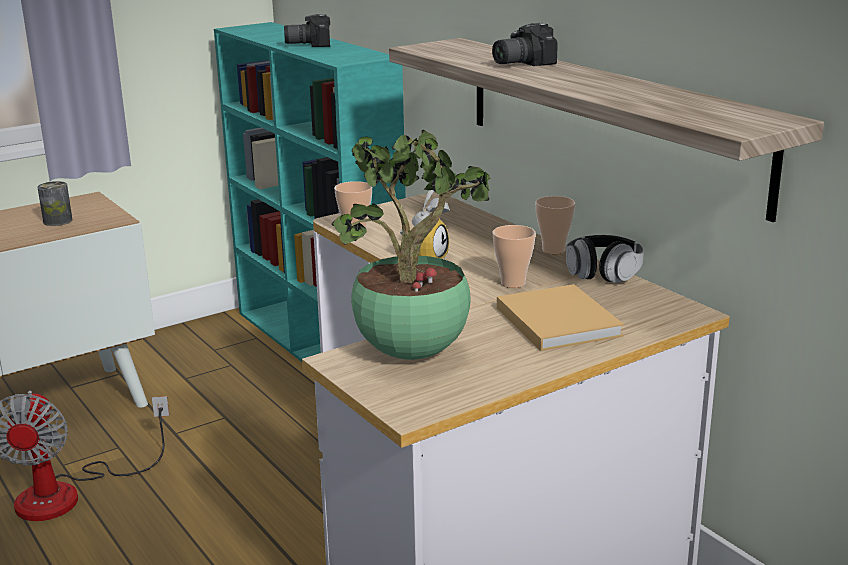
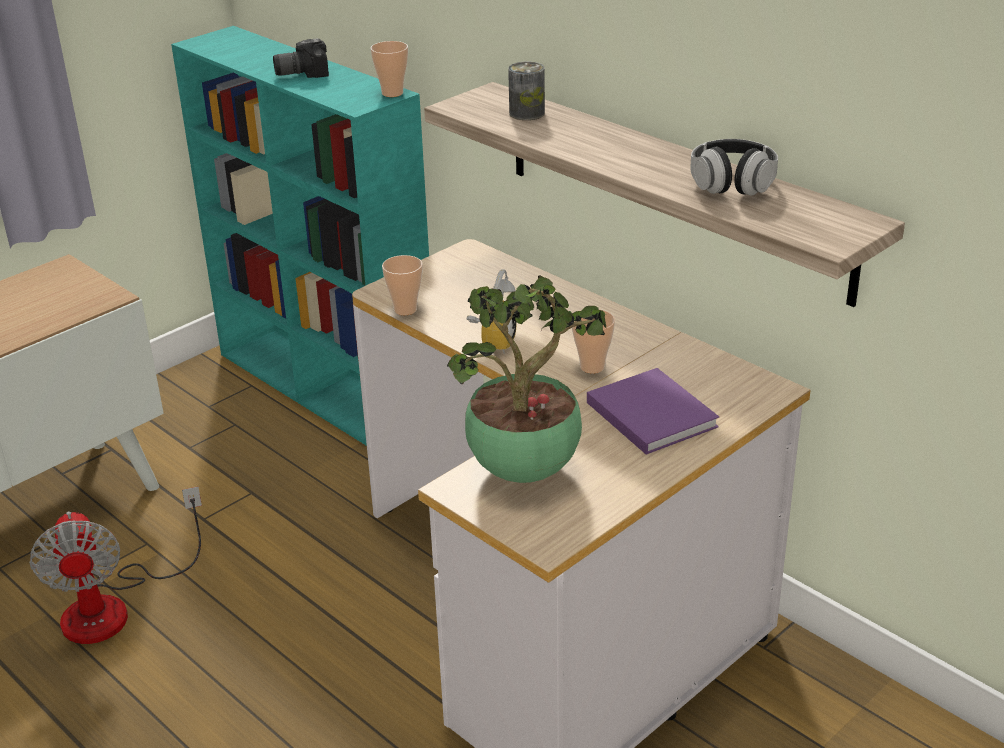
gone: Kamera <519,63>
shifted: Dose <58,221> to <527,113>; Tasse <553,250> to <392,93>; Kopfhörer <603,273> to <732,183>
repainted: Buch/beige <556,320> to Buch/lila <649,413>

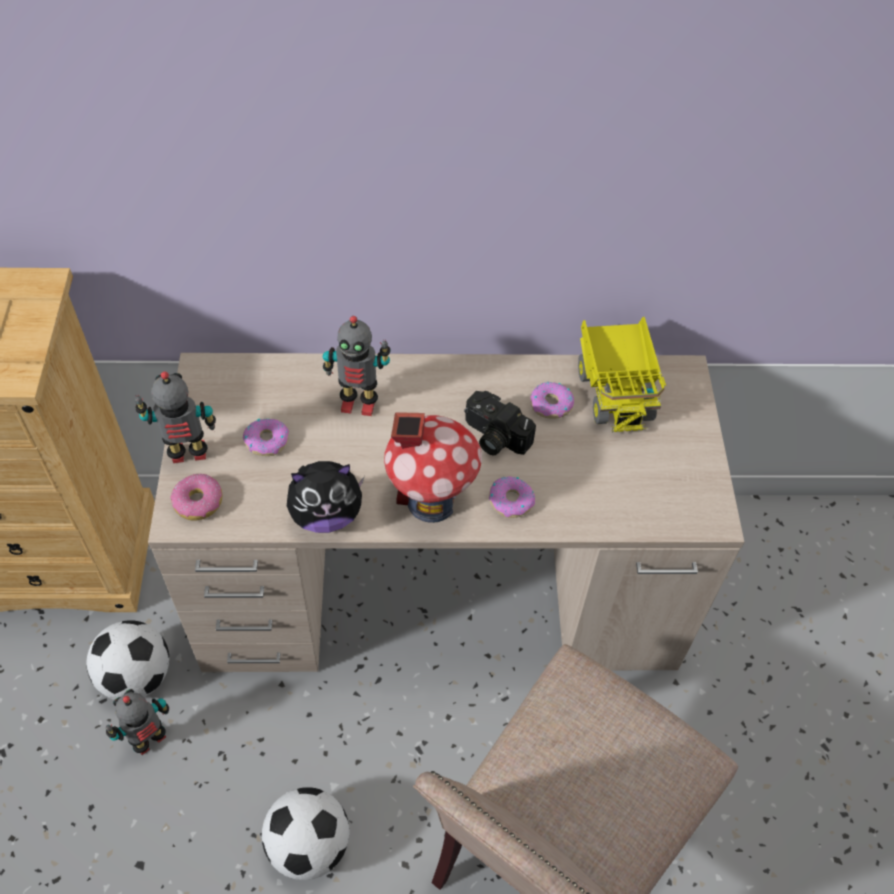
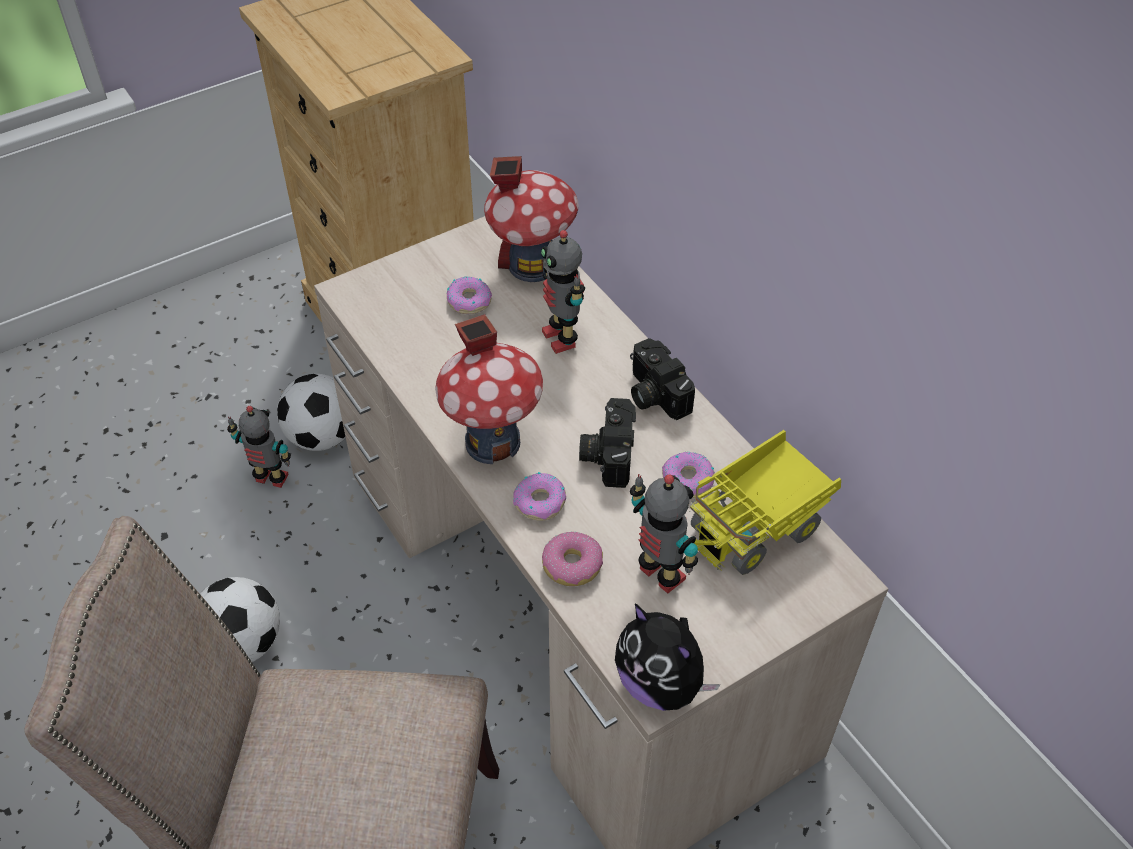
new: Spielzeughaus <532,265>; Kamera <653,394>
shifted: Spielzeugroboter <189,455> to <659,576>; Donut <198,502> to <572,565>; Plüschtier <326,515> to <661,683>

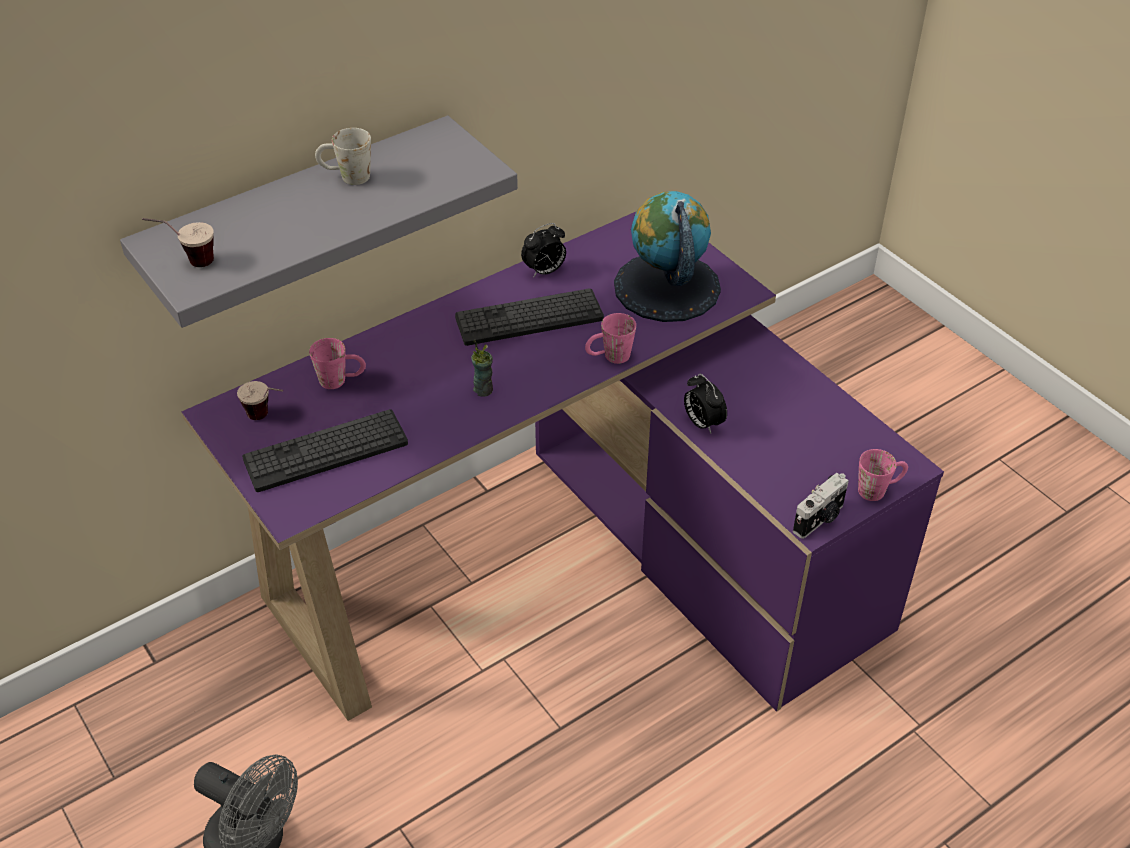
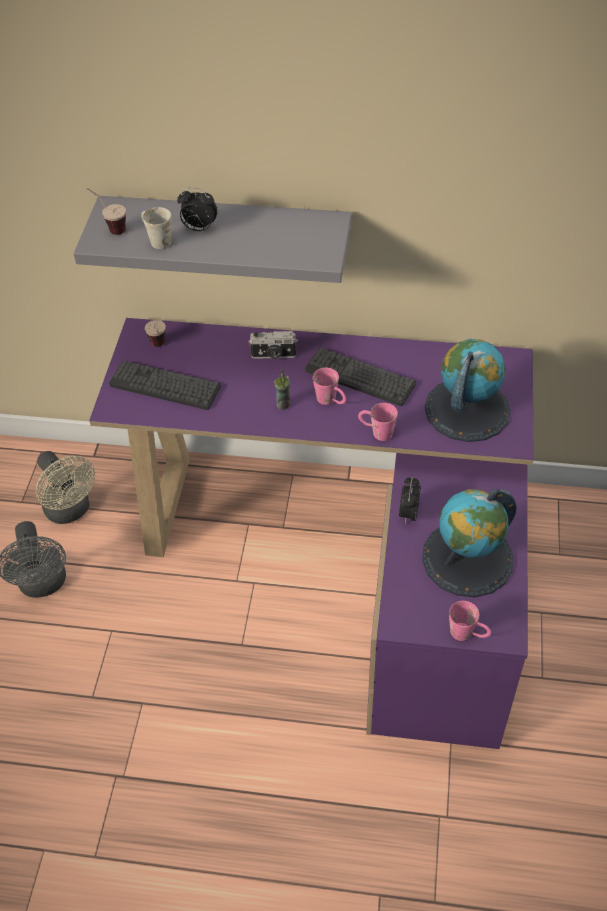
new: Ventilator/beige <71,511>; Globus <467,558>
shifted: Henkelbecher/rosa <341,380> to <331,401>; Henkelbecher/weiß <346,177> to <156,240>; Wecker <544,271> to <199,229>; Kamera <820,519> to <273,355>

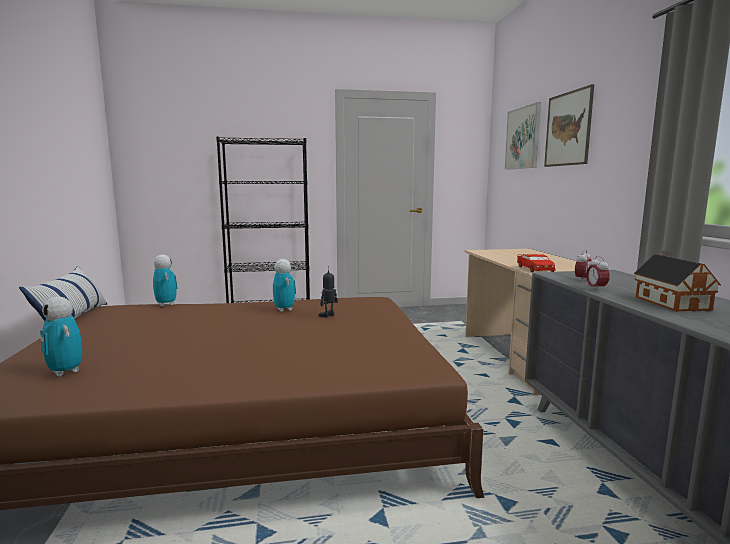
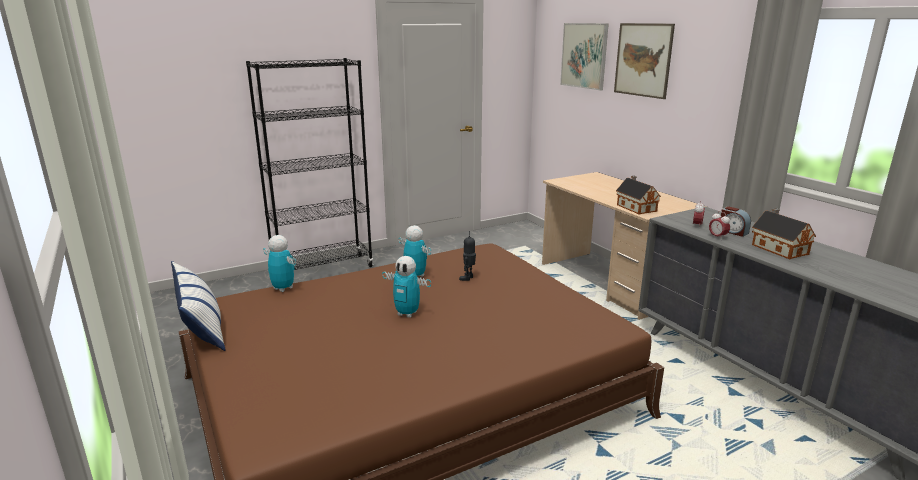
new: Wecker <732,231>
shifted: Spielzeugroboter <66,371> to <407,313>
swapped: Spielzeugauto/rot <535,269> to Spielzeughaus <635,207>

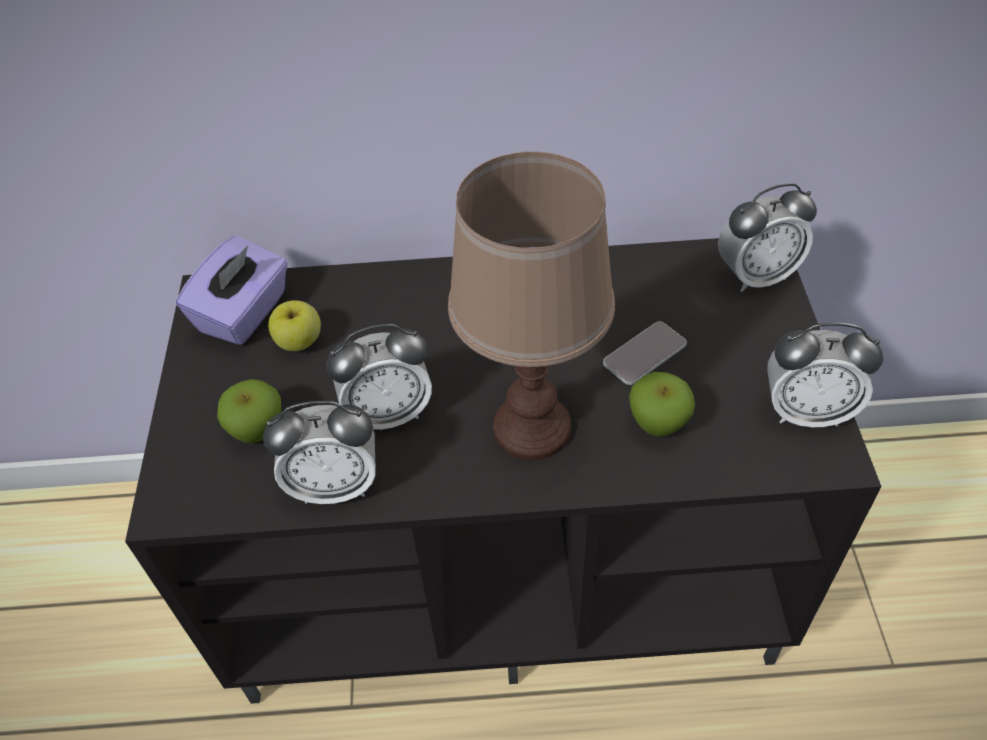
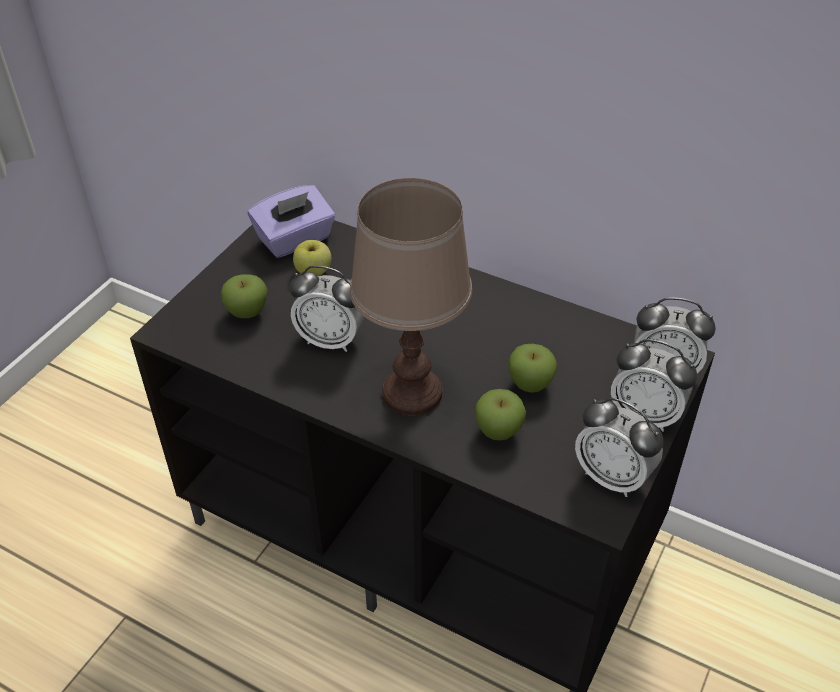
shifted: Wecker <335,486> to <645,415>
swapped: Handy <644,354> to Apfel <530,384>

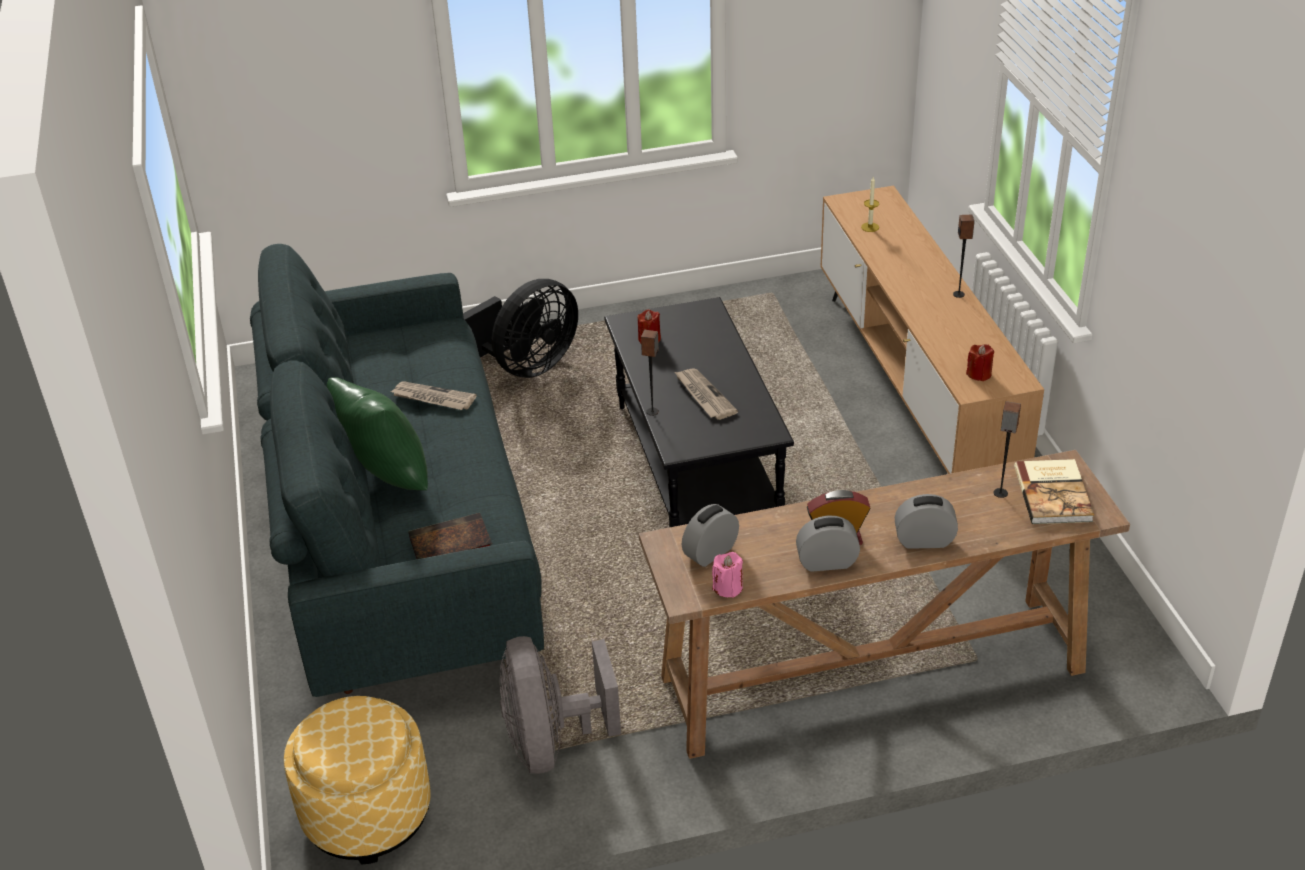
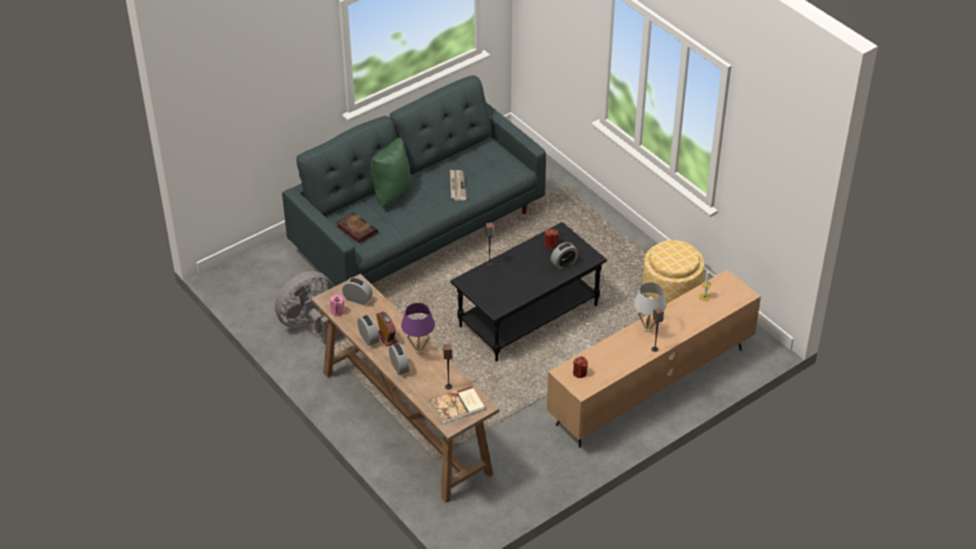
gone: Ventilator/schwarz <527,366>; Zeitung <704,396>
new: Tischlampe/lila <419,351>; Wecker <564,263>; Tischlampe/weiß <647,329>
shifted: Polsterhocker <366,813> to <670,293>

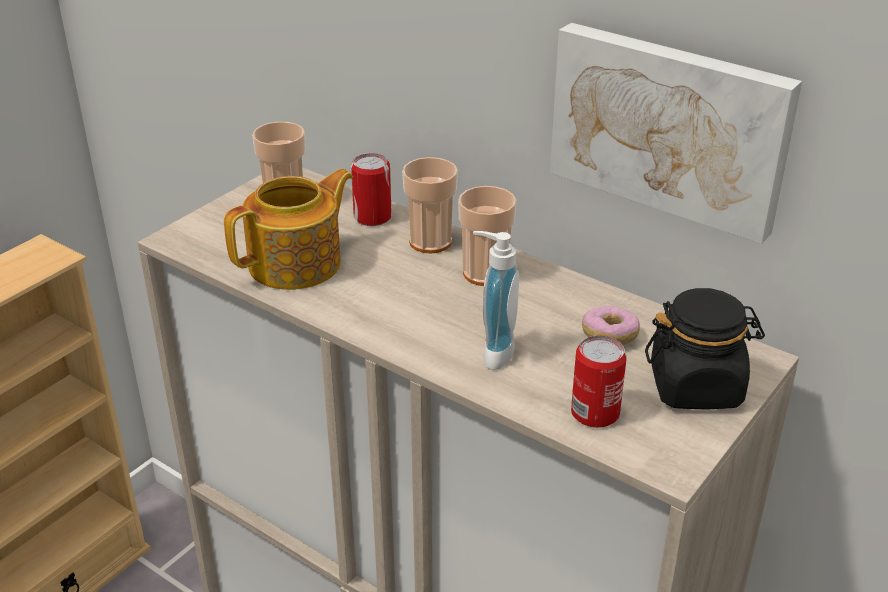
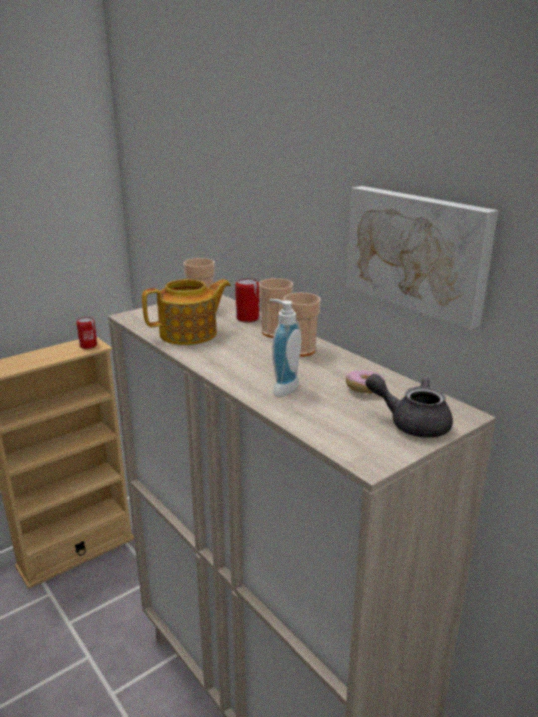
shifted: Dose <595,413> to <88,346>
swapped: Vorratsglas/schwarz <696,387> to Teekanne/grau <411,423>

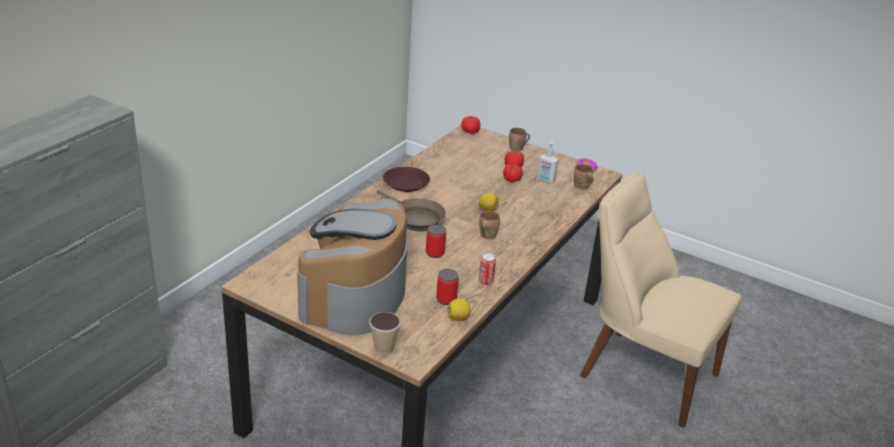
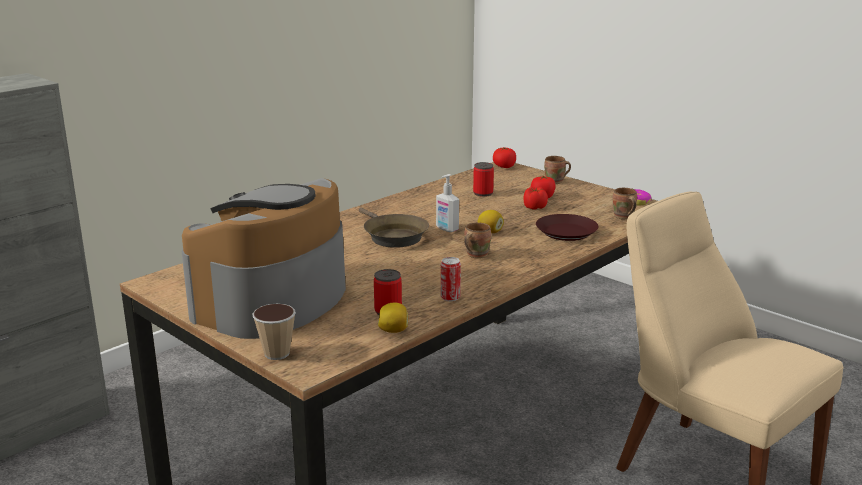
shifted: Teller/braun <406,183> to <567,232>; Dose <435,253> to <483,193>; Seifenspender <545,180> to <446,229>

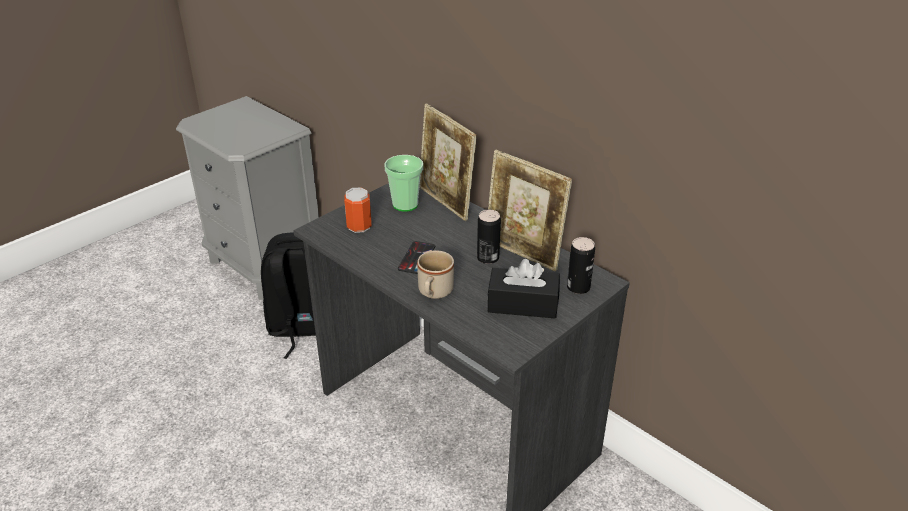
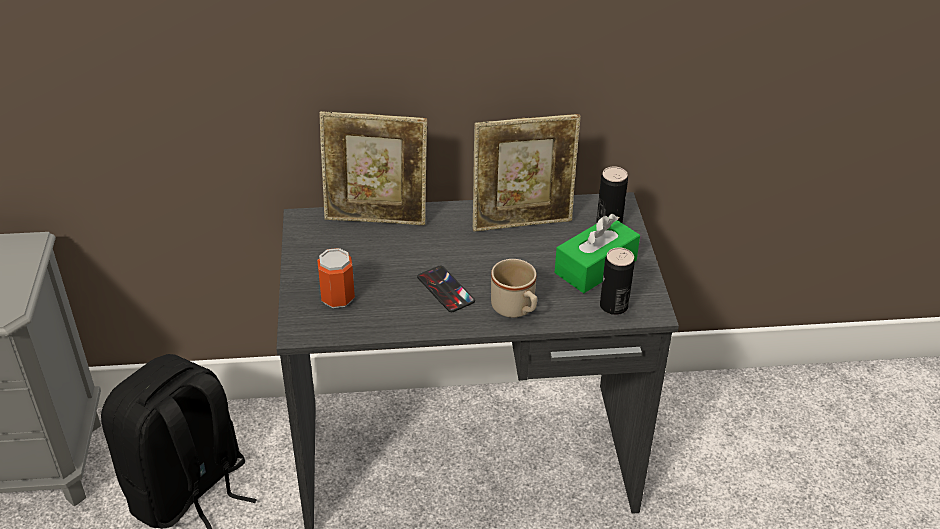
gone: Tasse <405,204>
shifted: Dose <488,258> to <613,306>
repainted: Taschentuchbox/schwarz <522,304> to Taschentuchbox/grün <595,266>

